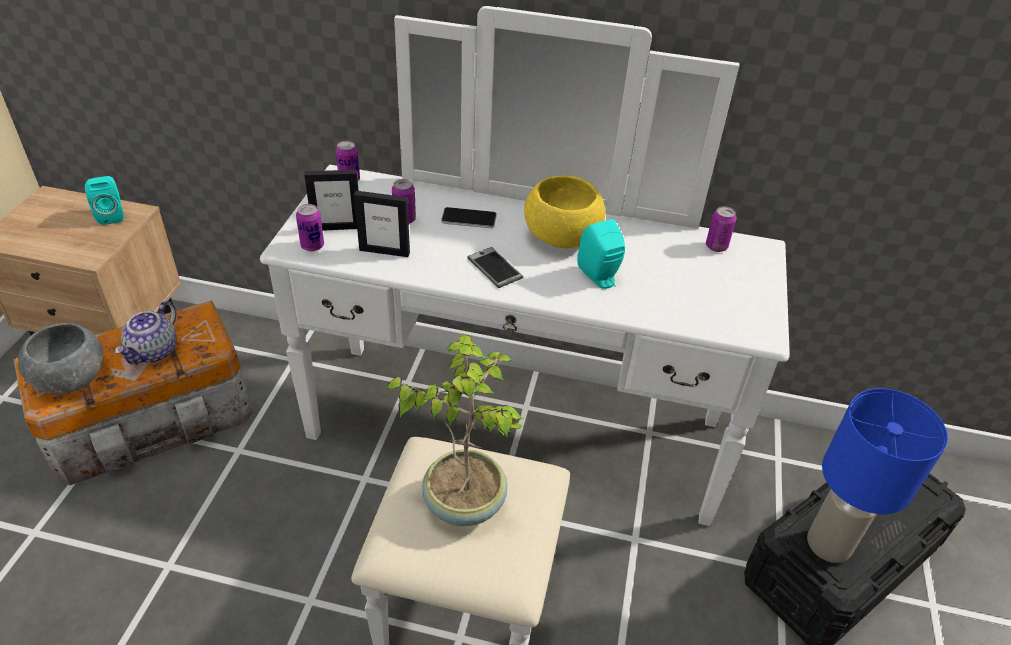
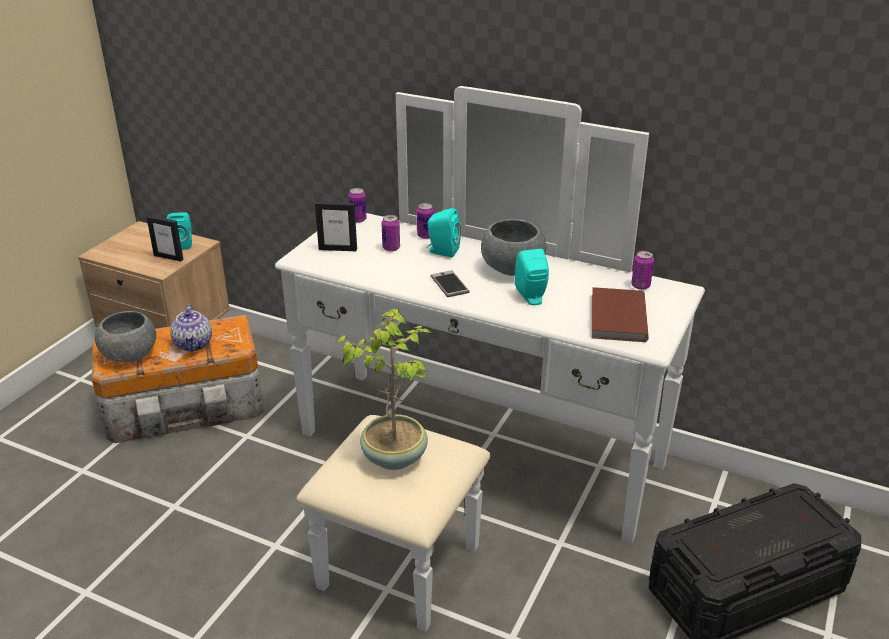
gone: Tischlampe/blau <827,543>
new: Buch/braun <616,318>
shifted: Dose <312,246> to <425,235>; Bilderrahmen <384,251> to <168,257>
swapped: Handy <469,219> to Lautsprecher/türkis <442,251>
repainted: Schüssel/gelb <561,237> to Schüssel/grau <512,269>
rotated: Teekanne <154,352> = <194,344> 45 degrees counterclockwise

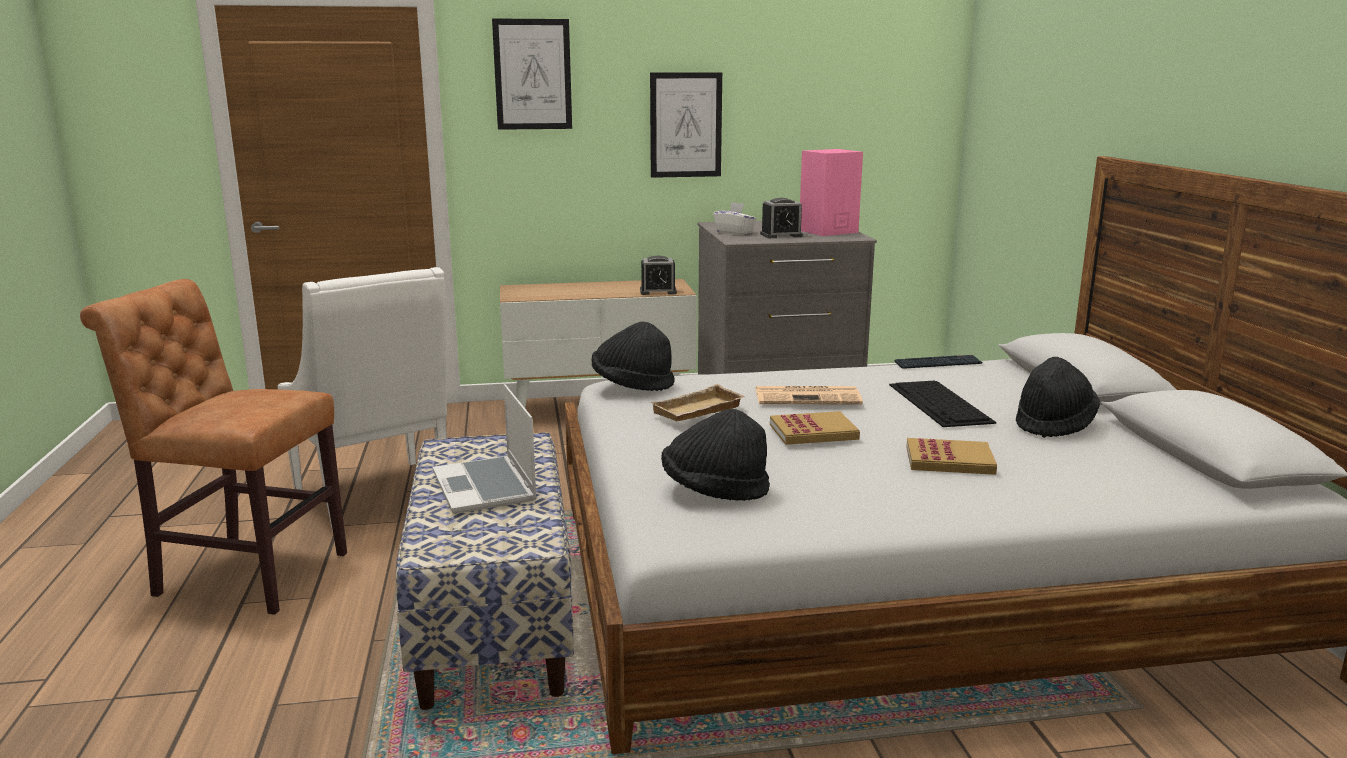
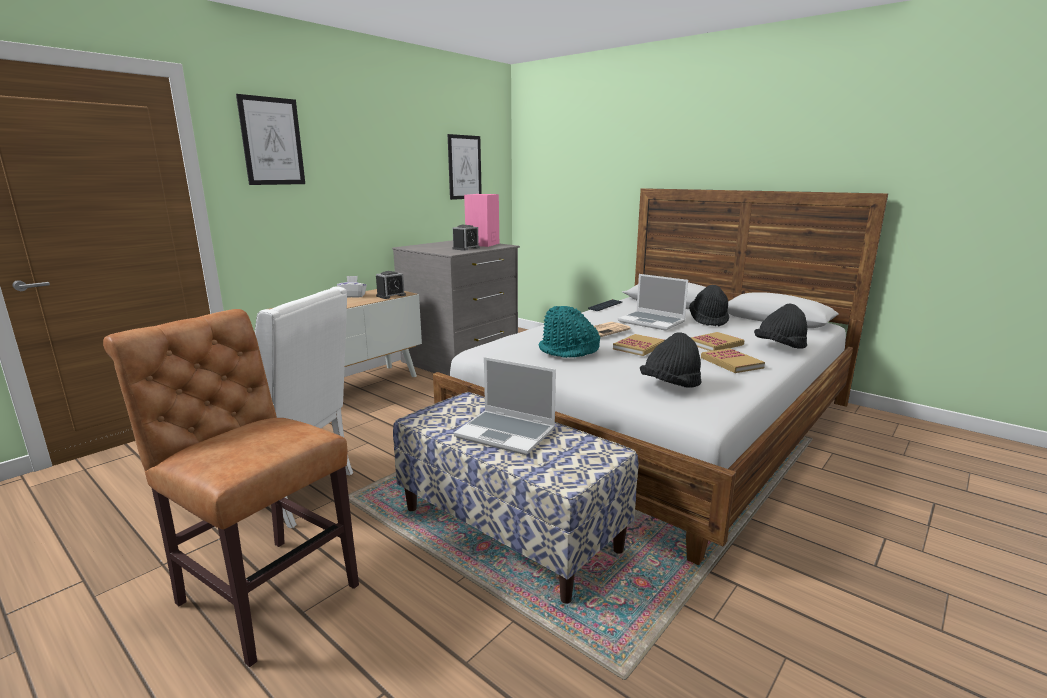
new: Buch <731,363>
shifted: Hut/schwarz <632,385> to <779,347>; Bild <685,125> to <464,167>; Taschentuchbox/weiß <734,232> to <353,296>
swapped: Tablett/beige <698,411> to Hut/türkis <568,351>; Tastatur <940,403> to Laptop <652,322>
rotated: Stuhl/braun <244,573> = <263,591> 60 degrees clockwise

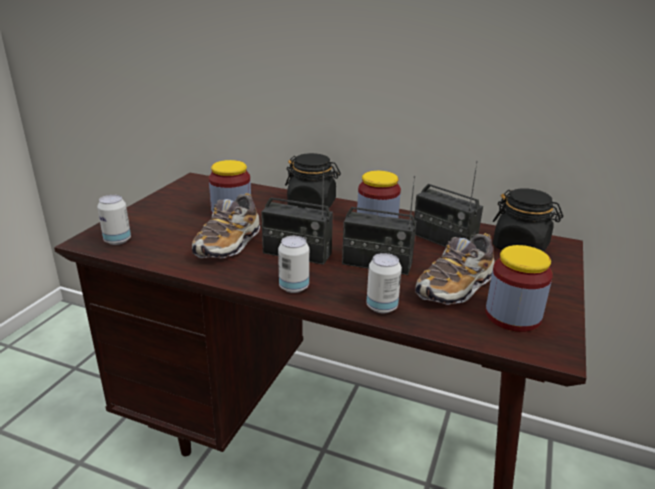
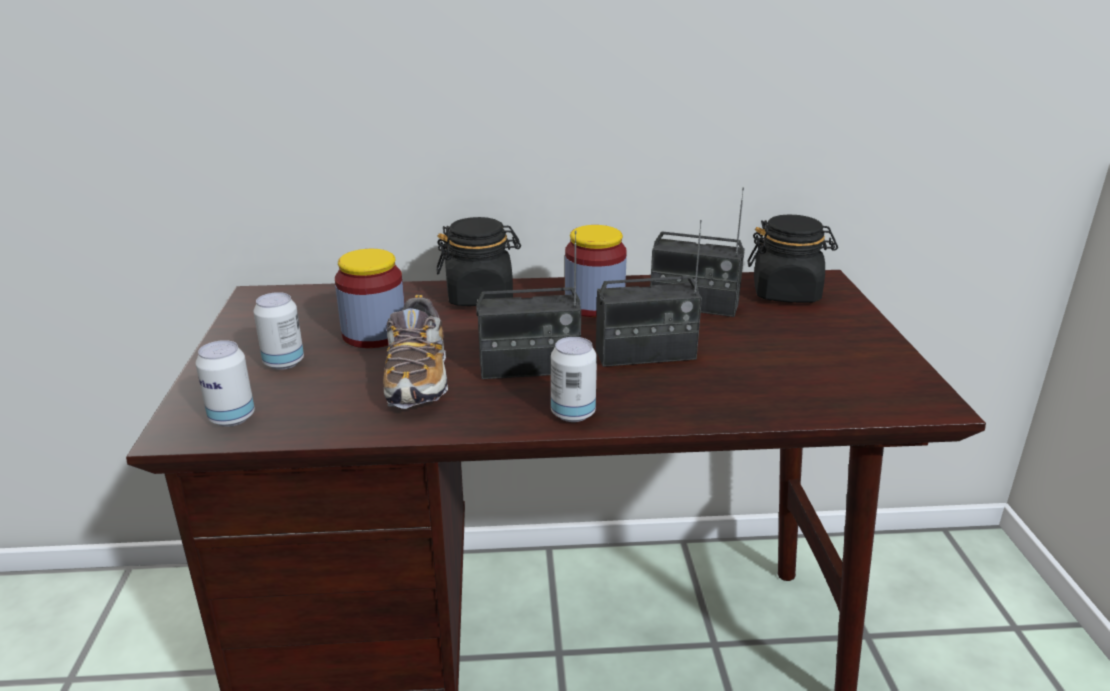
gone: Schuh <455,287>; Vorratsglas <512,316>
shifted: Dose <381,307> to <284,362>

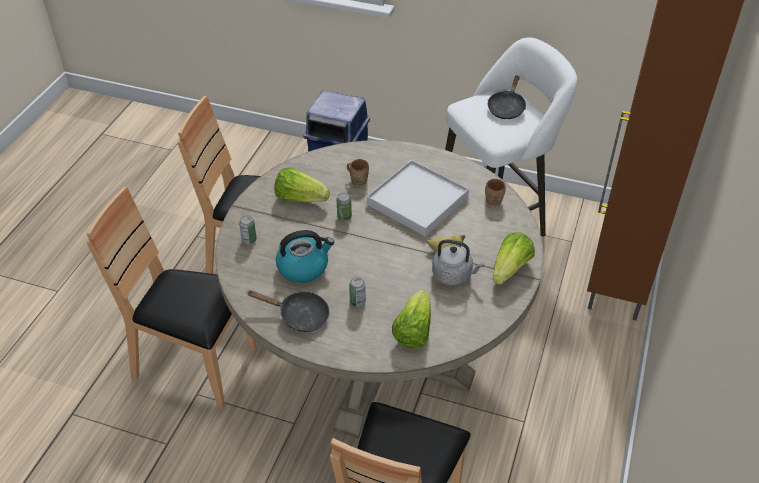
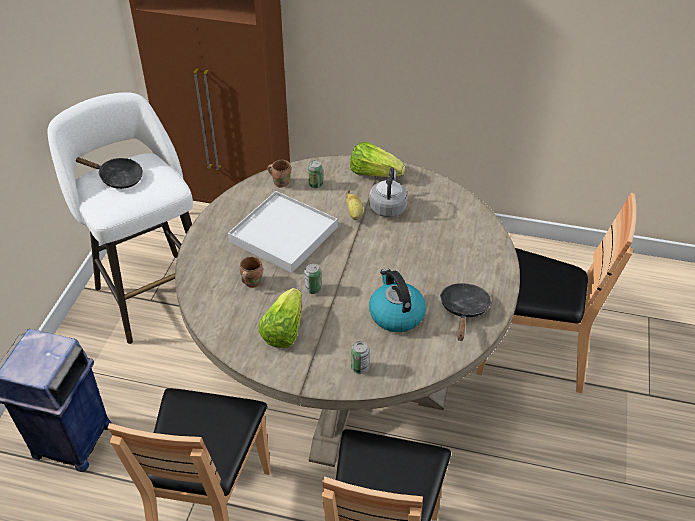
gone: Salatkopf <413,331>
shifted: Dose <357,302> to <315,185>

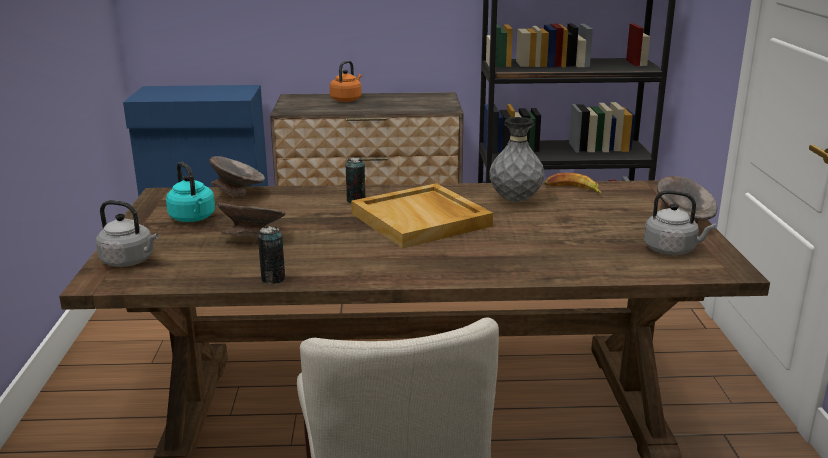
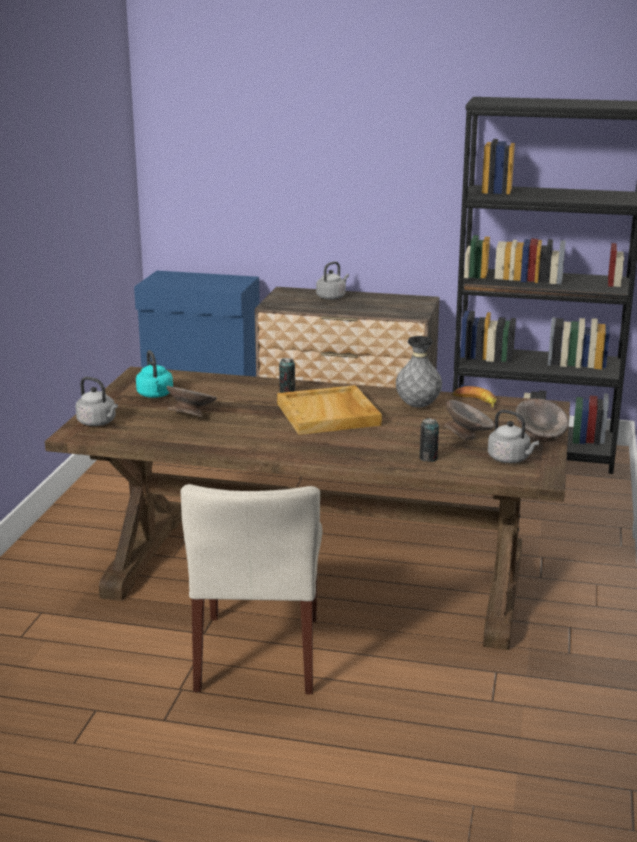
shifted: Schüssel/grau <238,195> to <467,438>; Dose <273,279> to <428,458>
repainted: Wasserkessel/orange <347,99> to Wasserkessel/grau <332,297>

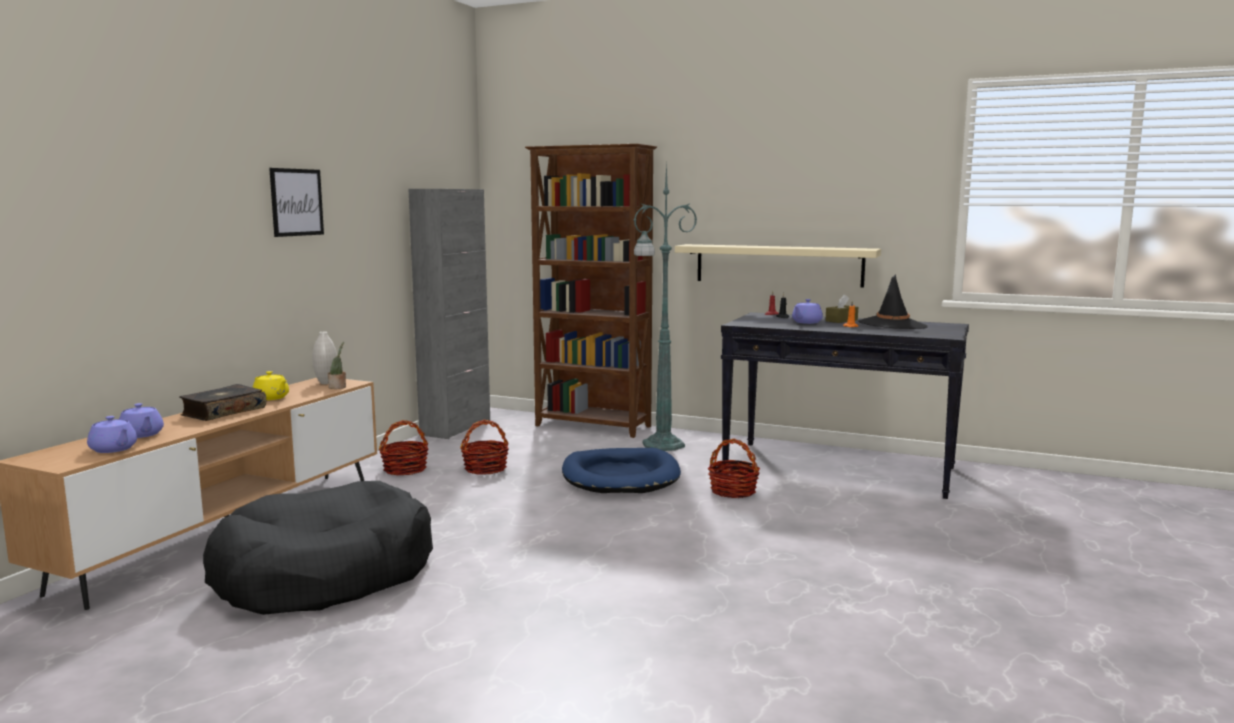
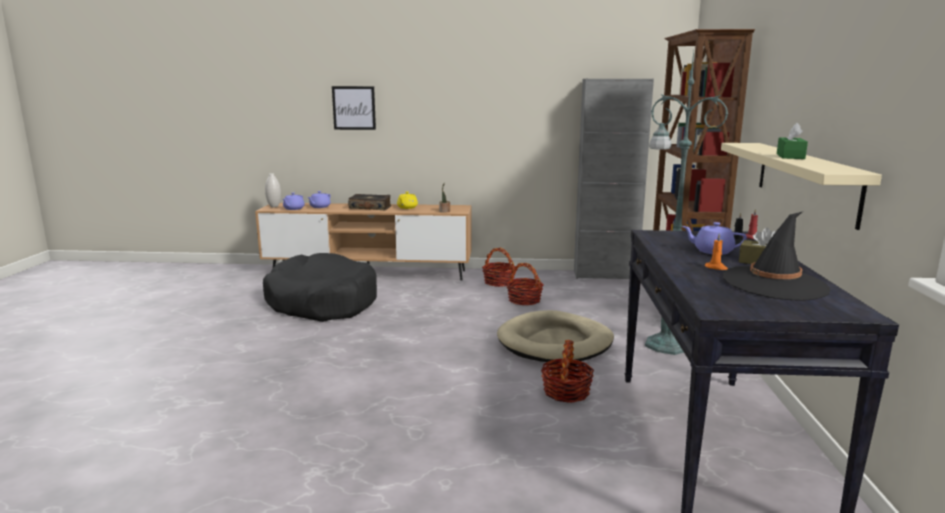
new: Taschentuchbox/grün <790,156>
shifted: Bild <296,202> to <354,108>; Vase/weiß <326,383> to <274,206>
repainted: Hundebett/blau <620,476> to Hundebett/beige <555,342>

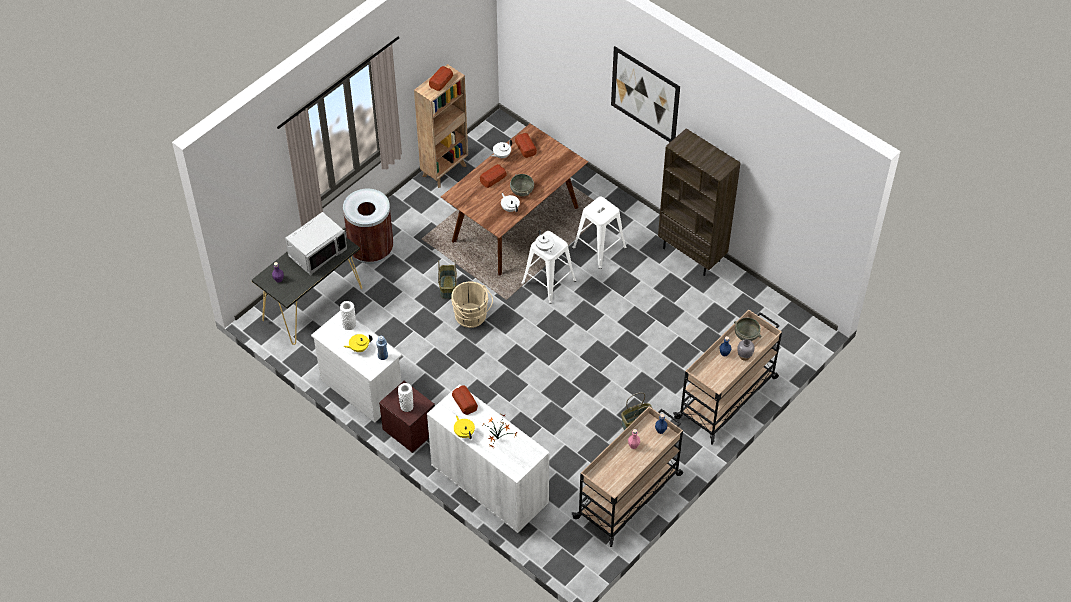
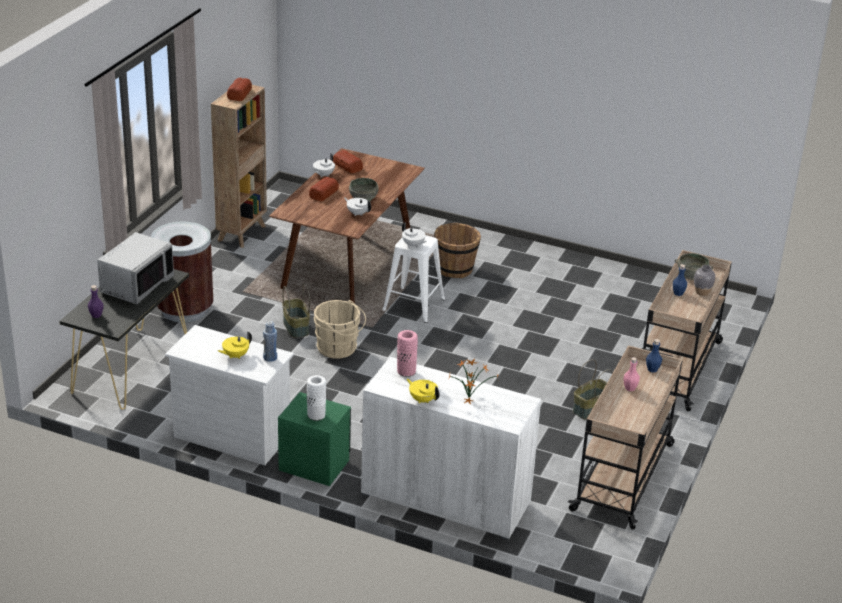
gone: Vase/weiß <349,324>; Bild <645,95>; Bücherregal/braun <692,254>
swapped: Brot <464,402> to Vase/rosa <406,371>; Hocker/weiß <599,248> to Eimer/braun <455,269>
repainted: Nachttisch/braun <409,430> to Nachttisch/grün <314,465>

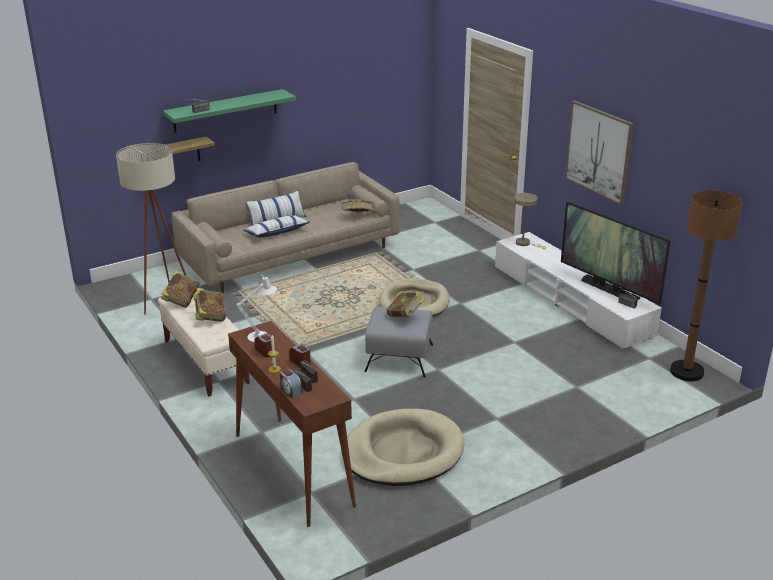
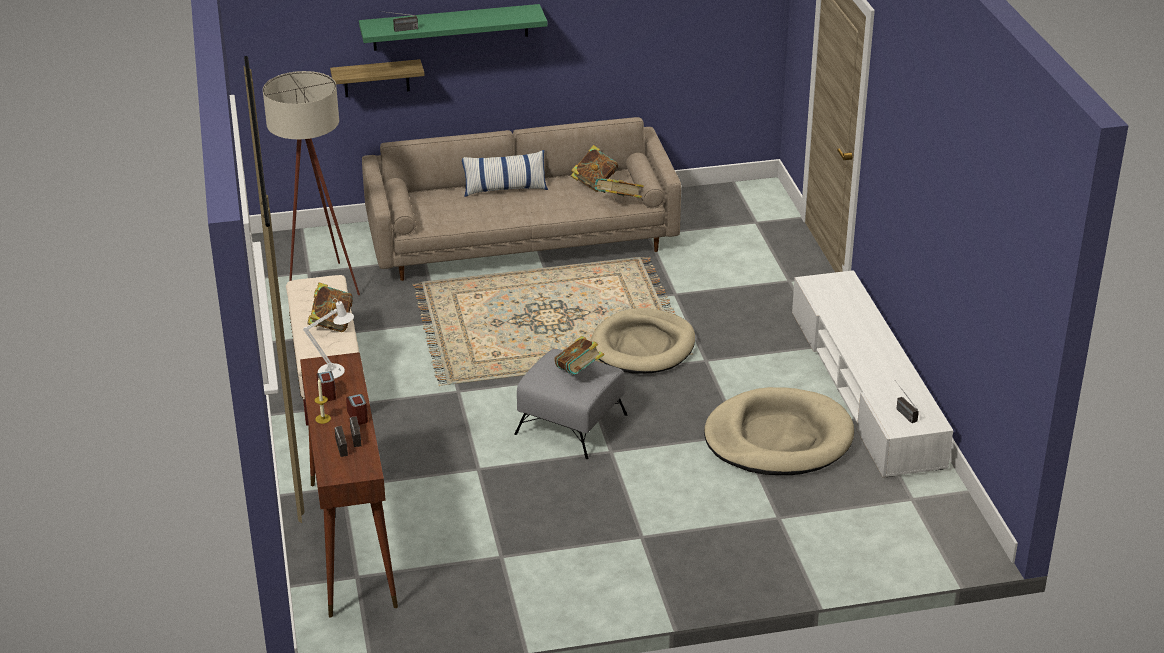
gone: Kissen <277,232>; Wecker <290,391>; Tischlampe/beige <525,243>; Fernseher <608,289>; Bild <599,151>; Stehlampe/braun <686,372>
shifted: Buch <181,301> to <594,183>; Hundebett/beige <403,452> to <778,438>

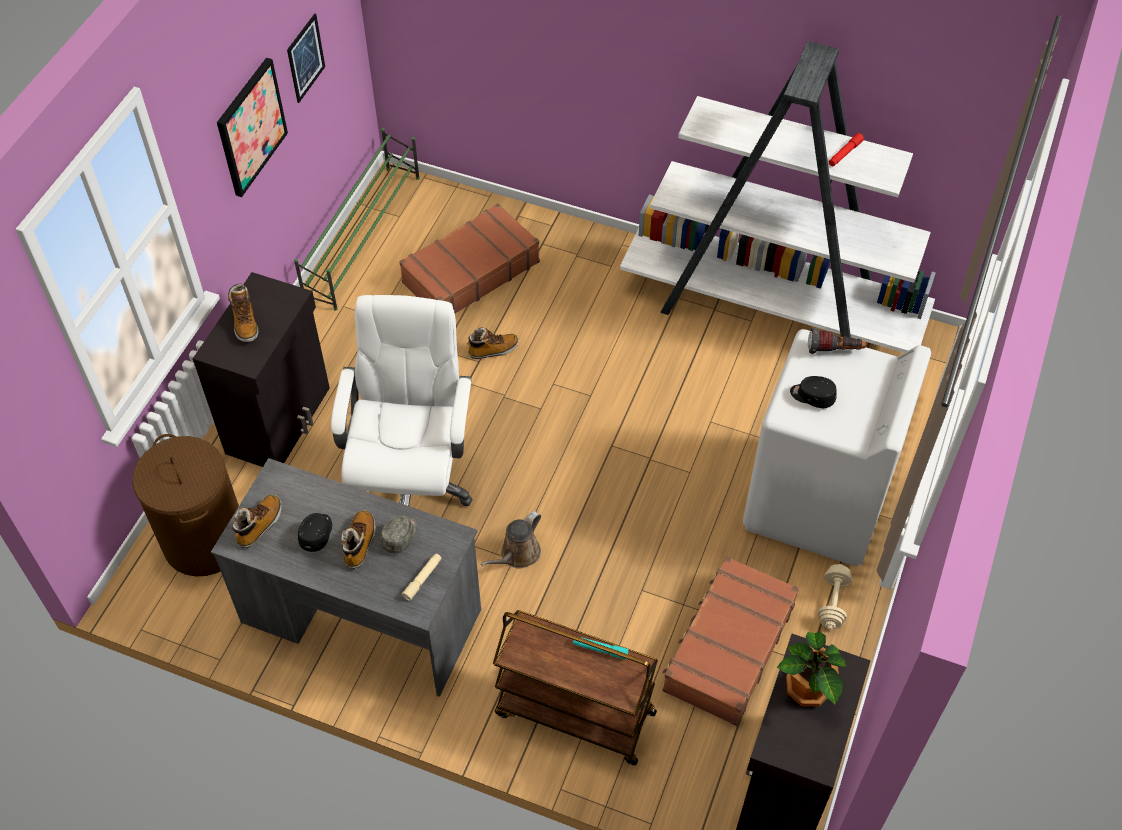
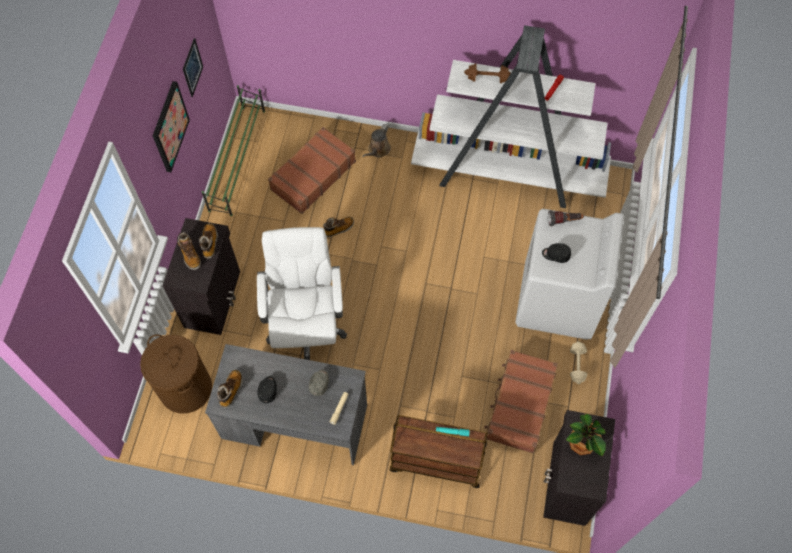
new: Hantel/braun <487,78>
shifted: Stiefel <360,543> to <209,243>; Gießkanne/braun <517,554> to <378,150>

